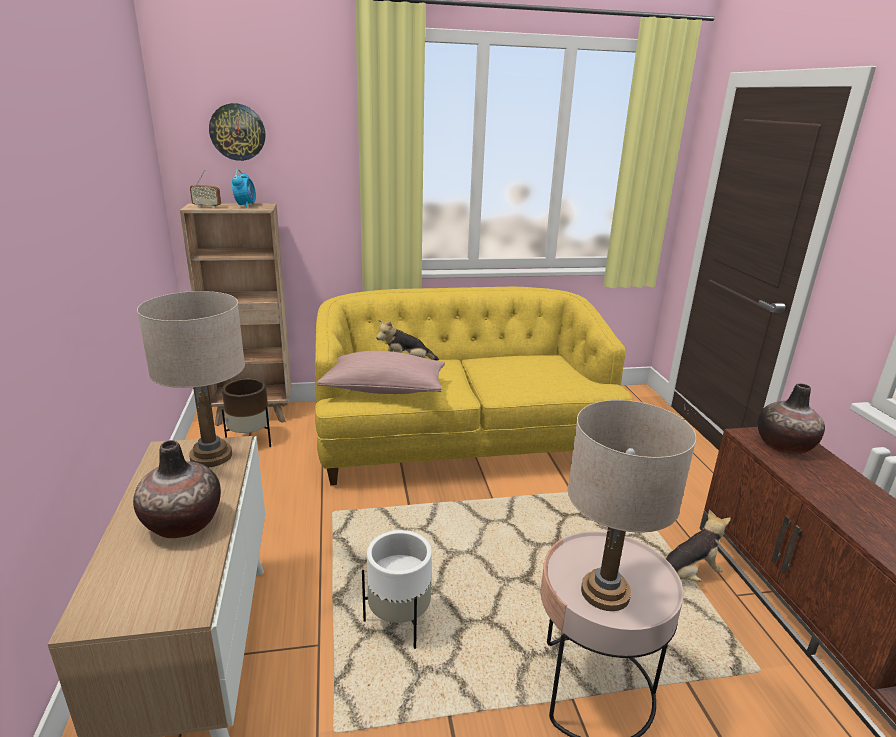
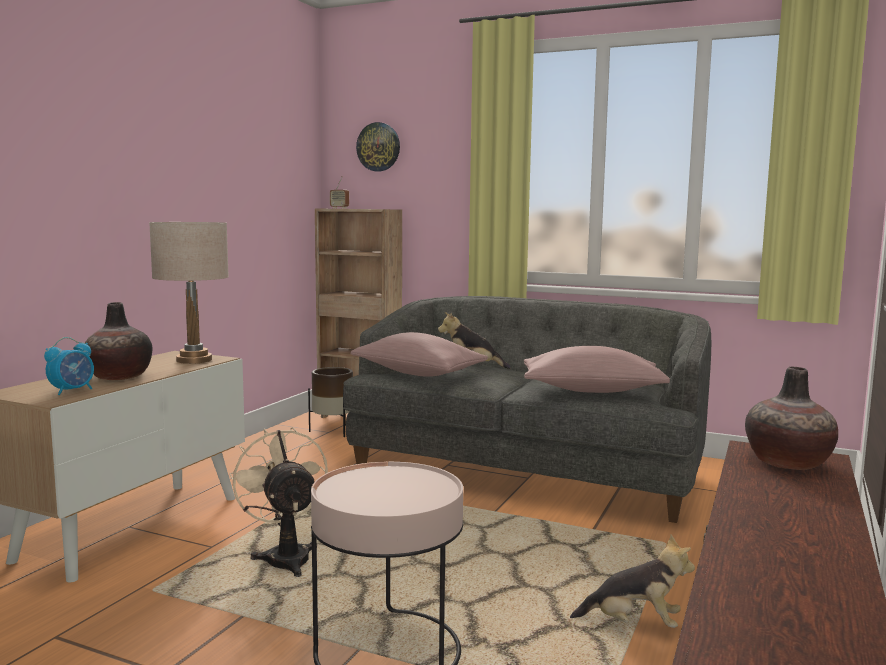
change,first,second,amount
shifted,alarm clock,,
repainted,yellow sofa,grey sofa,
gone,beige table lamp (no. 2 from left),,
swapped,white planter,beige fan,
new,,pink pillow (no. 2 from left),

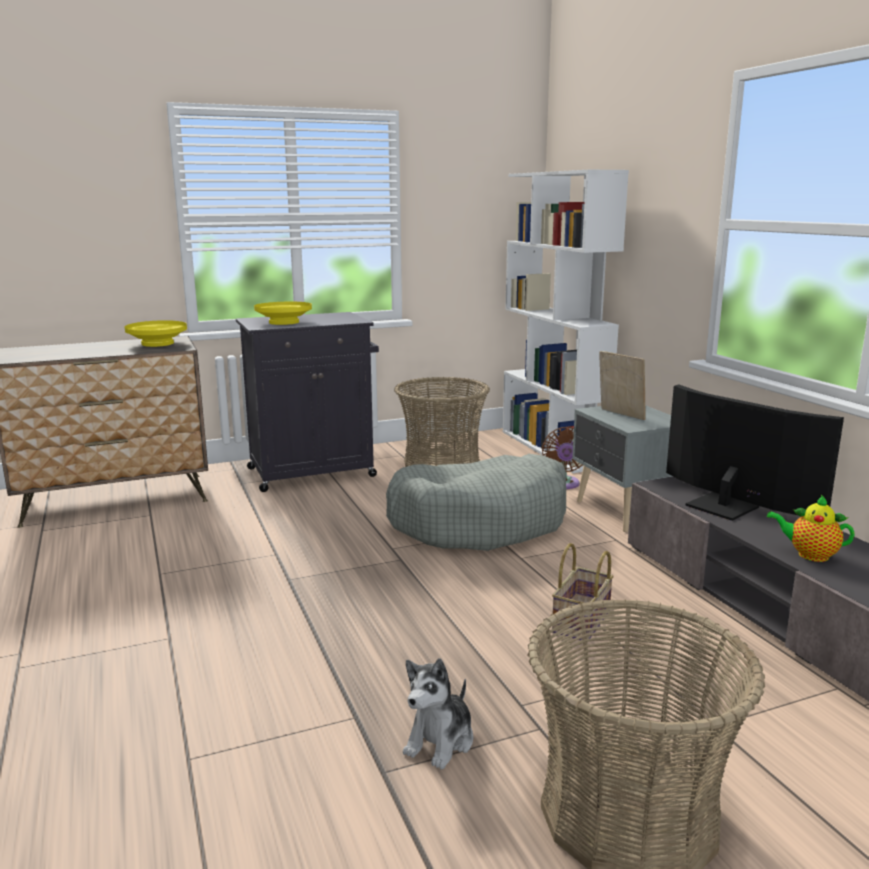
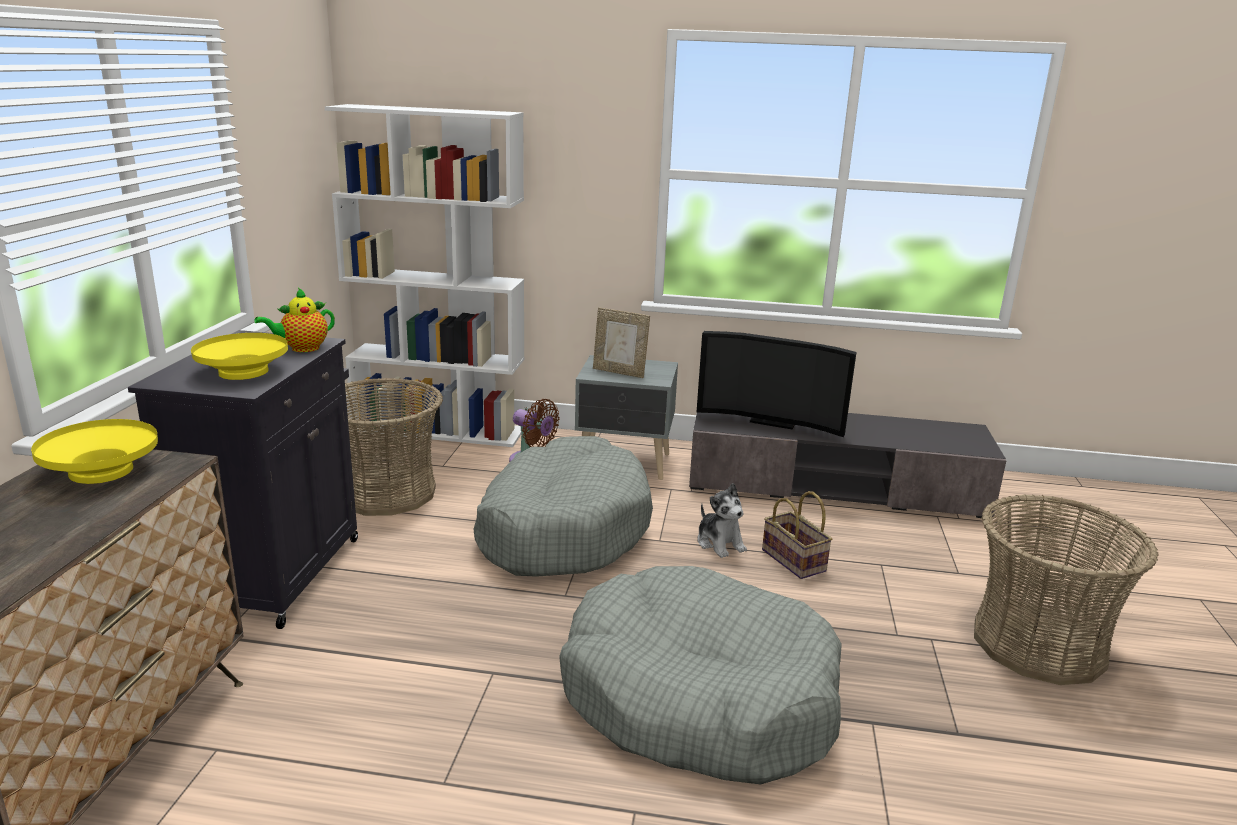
change,first,second,amount
rotated,picture frame,,150 degrees counterclockwise
rotated,television,,150 degrees counterclockwise
shifted,teapot,,
shifted,plush toy,,
new,,grey dog bed (no. 2 from left),

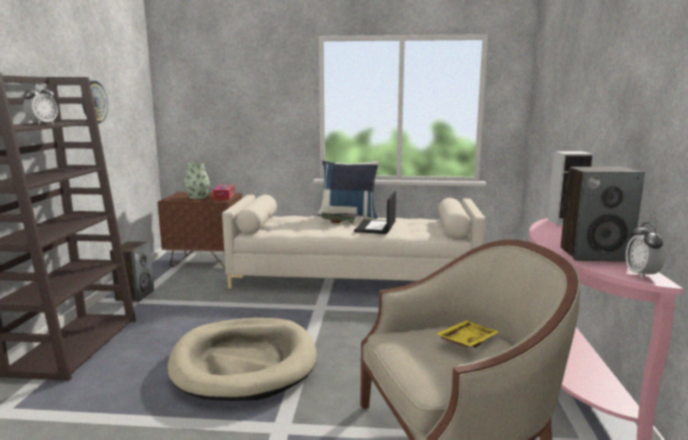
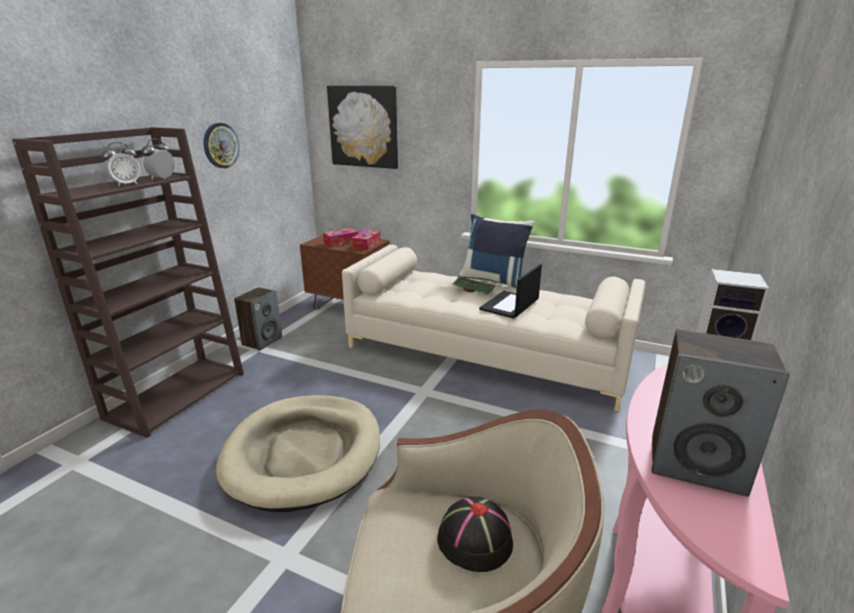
change,first,second,amount
swapped,vase,tissue box (no. 1 from left),
shifted,alarm clock (no. 2 from left),,
swapped,yellow tray,black hat,
new,,picture,

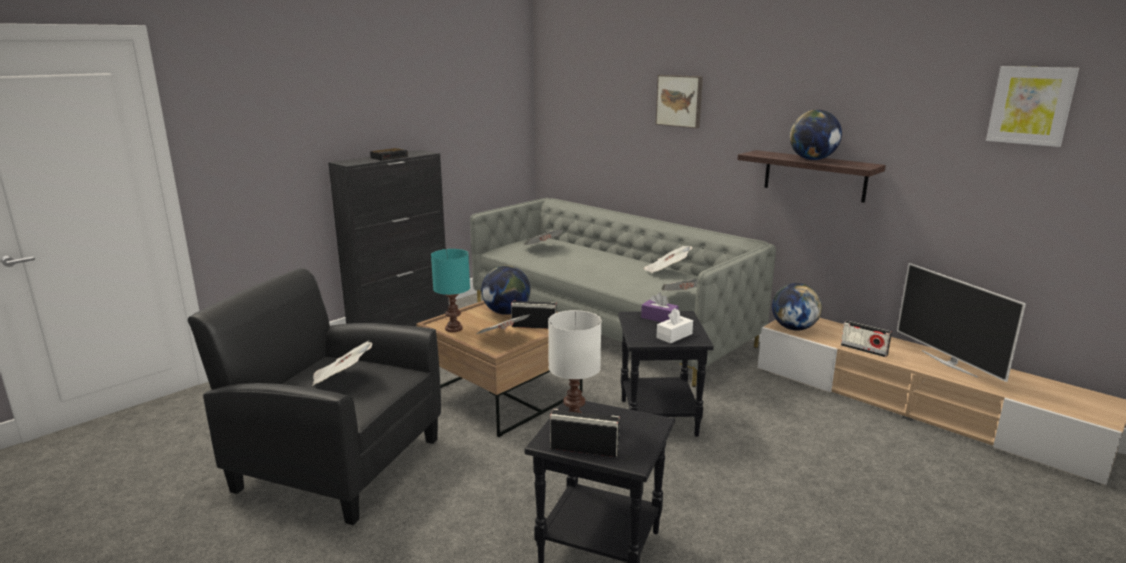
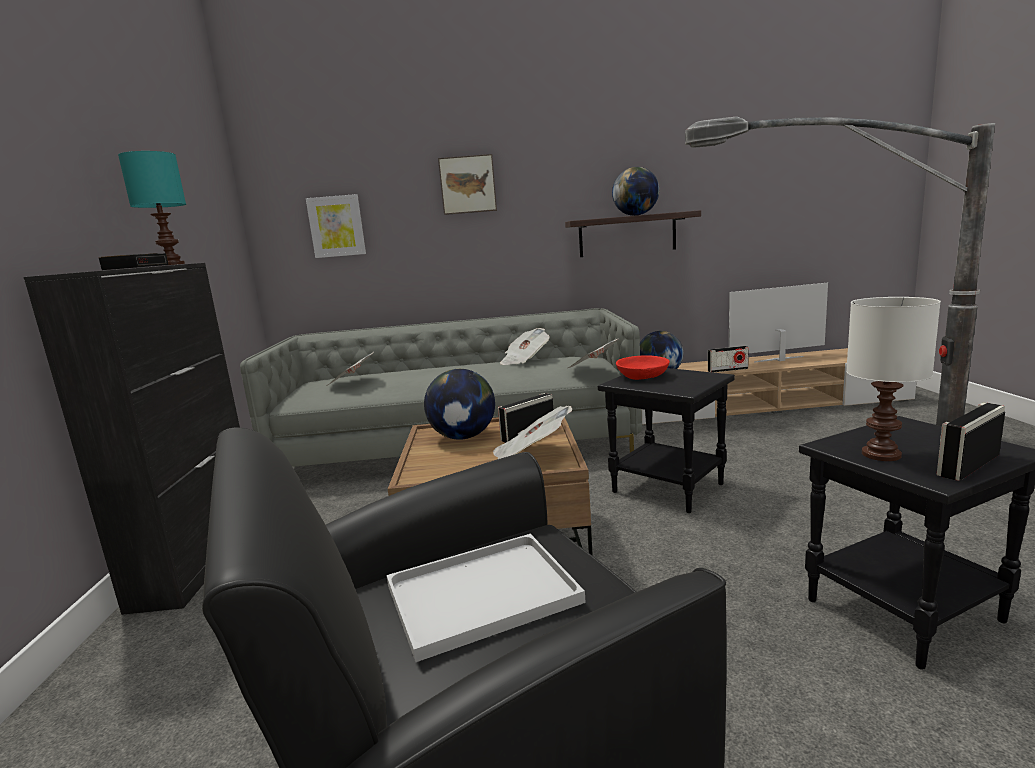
change,first,second,amount
shifted,picture (no. 2 from left in the first image),picture (no. 1 from left),
shifted,turquoise table lamp,,
rotated,television,,150 degrees clockwise
swapped,purple tissue box,red bowl,
gone,white tissue box,,
swapped,newspaper (no. 1 from left),white tray,
new,,floor lamp,

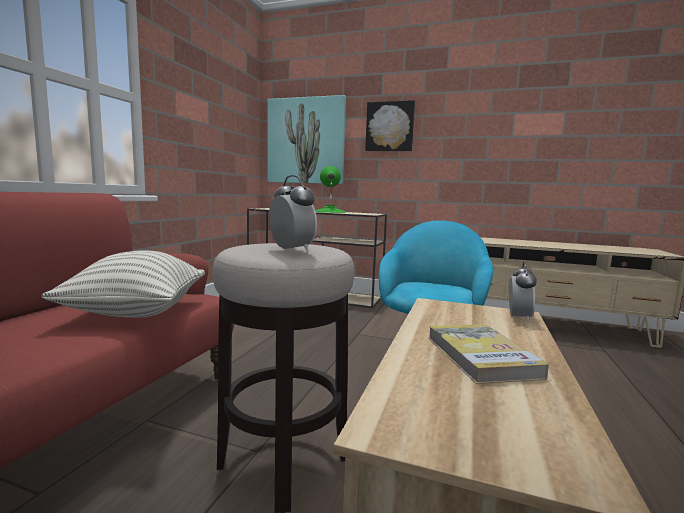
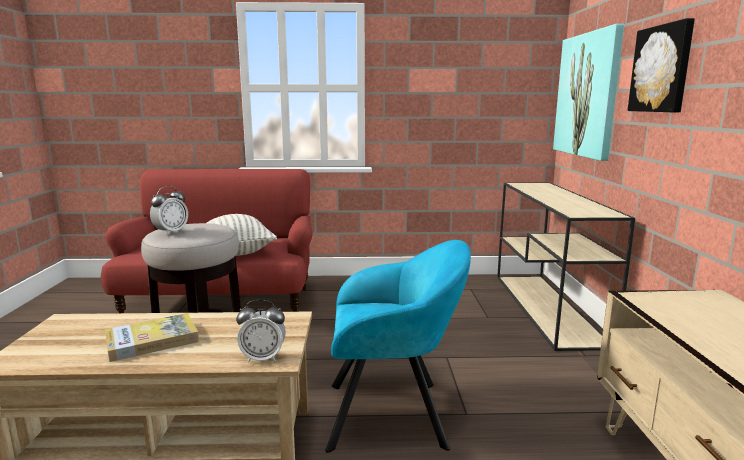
change,first,second,amount
gone,green table lamp,,

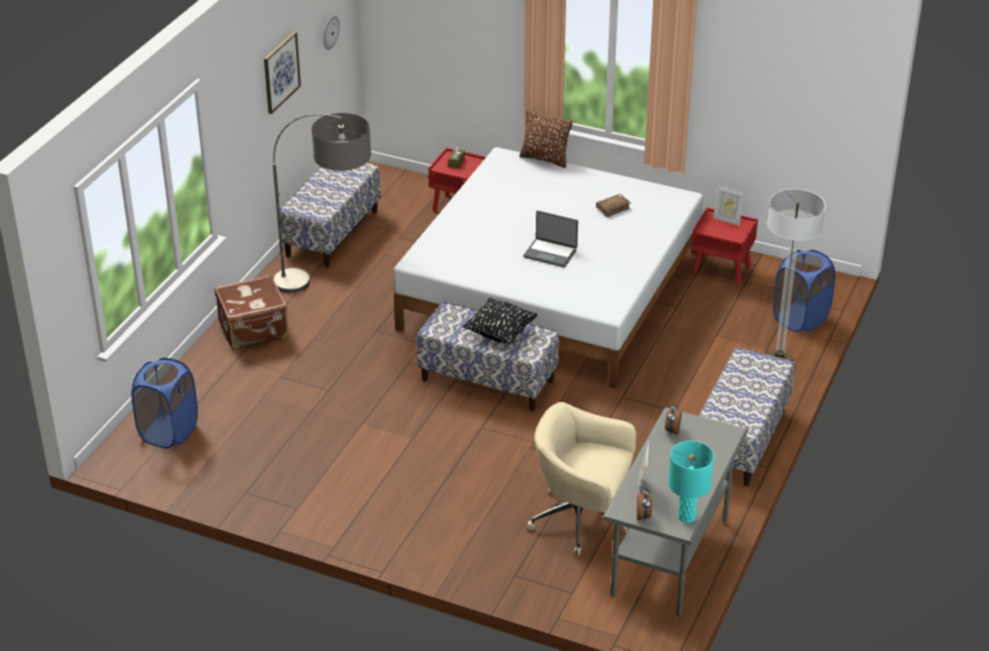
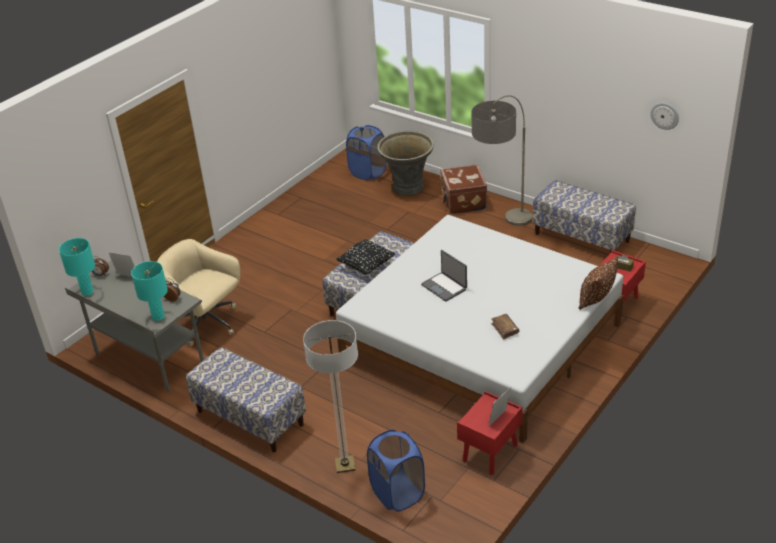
change,first,second,amount
gone,picture,,
rotated,laptop,,75 degrees counterclockwise
rotated,beige office chair,,90 degrees counterclockwise
new,,grey planter,
new,,turquoise table lamp (no. 2 from left),

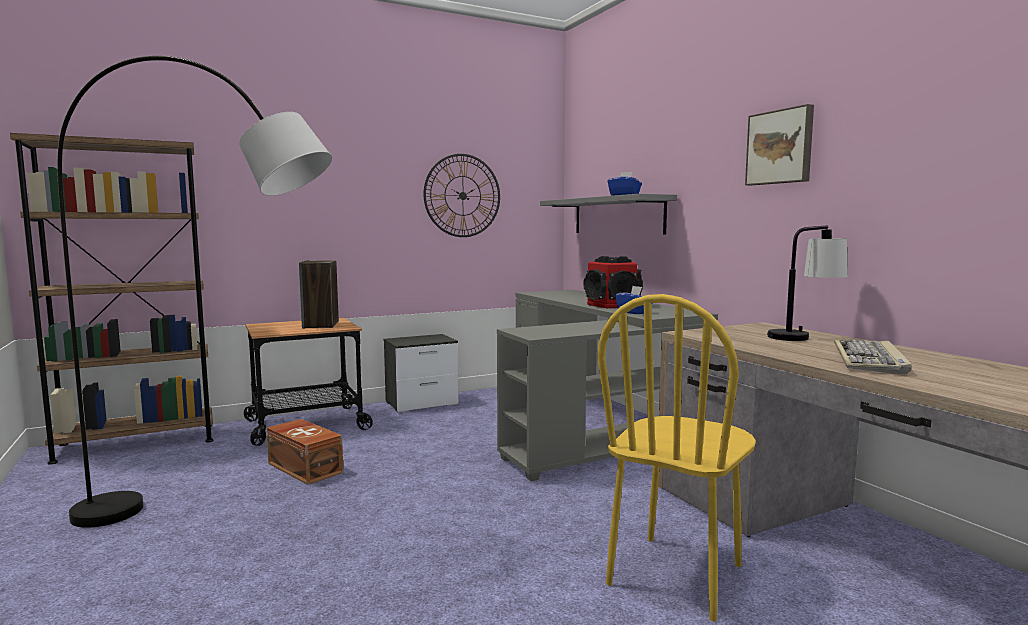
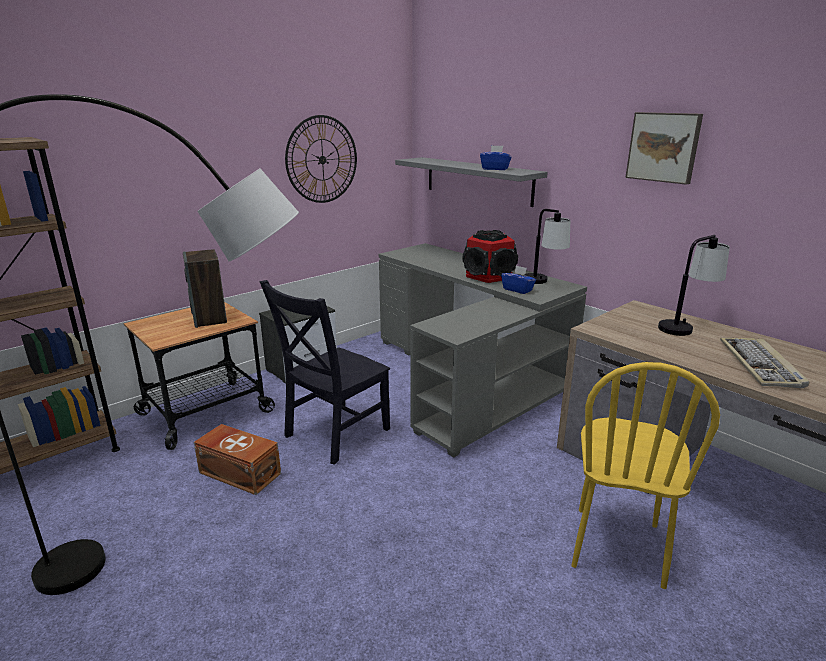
change,first,second,amount
new,,table lamp (no. 1 from left),
new,,black chair,

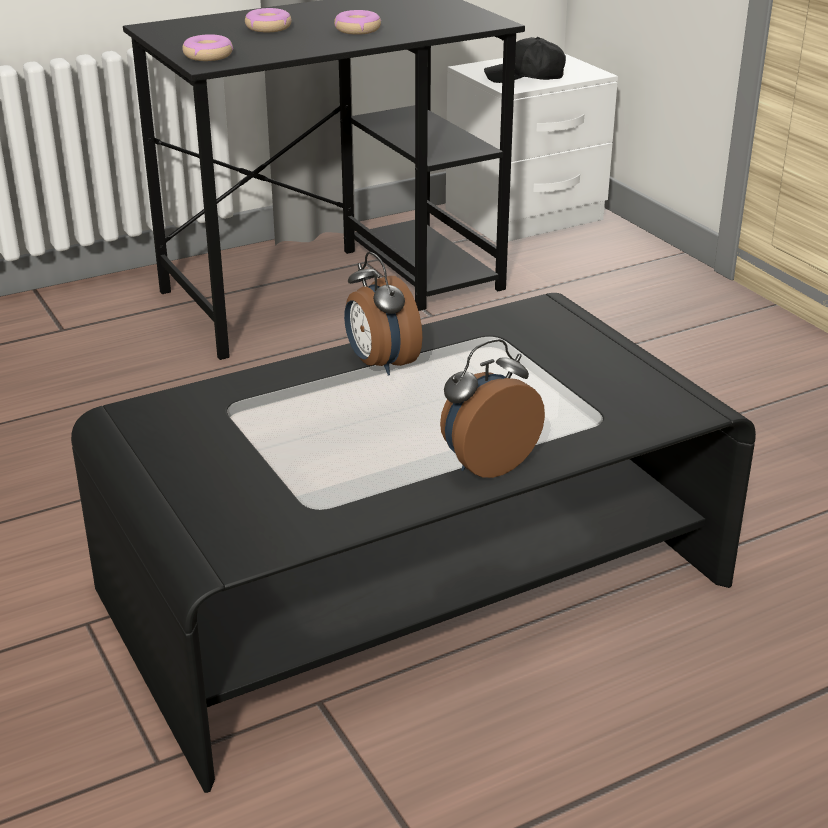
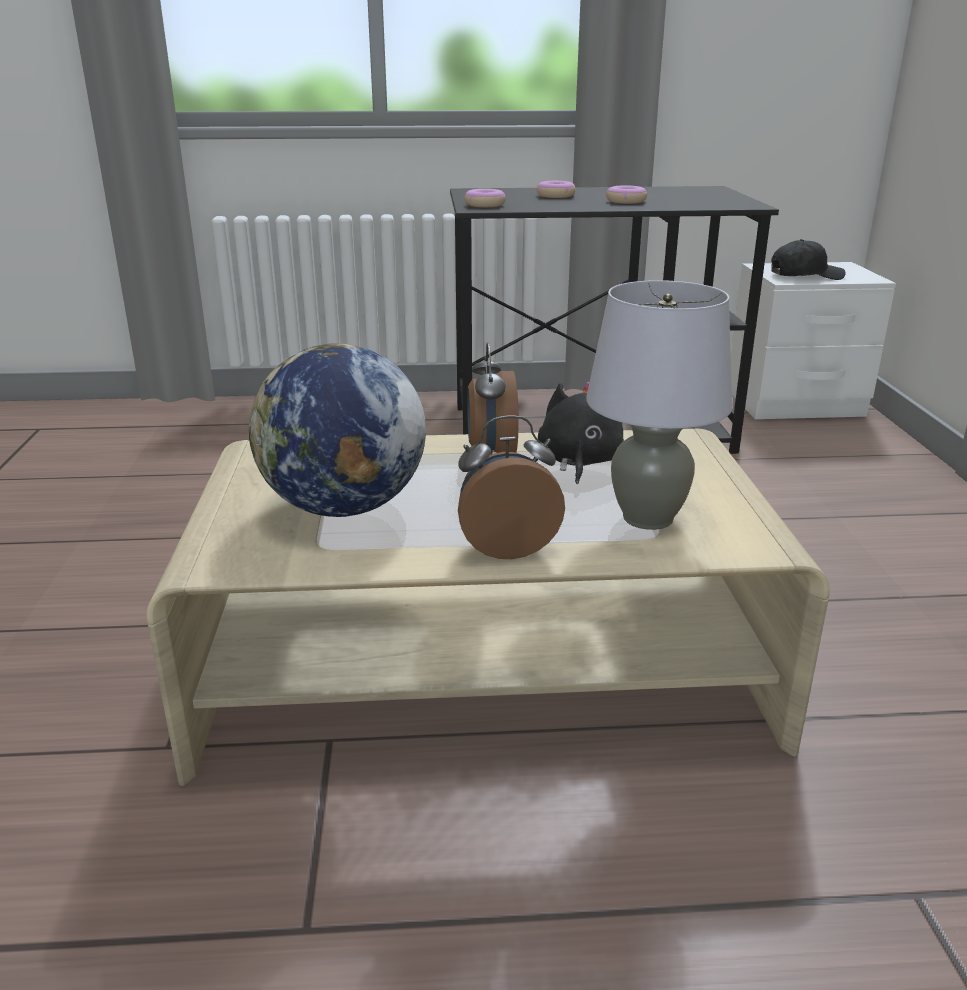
change,first,second,amount
rotated,black cap,,150 degrees clockwise
repainted,black coffee table,beige coffee table,
new,,grey table lamp,
new,,globe,
new,,black plush toy,

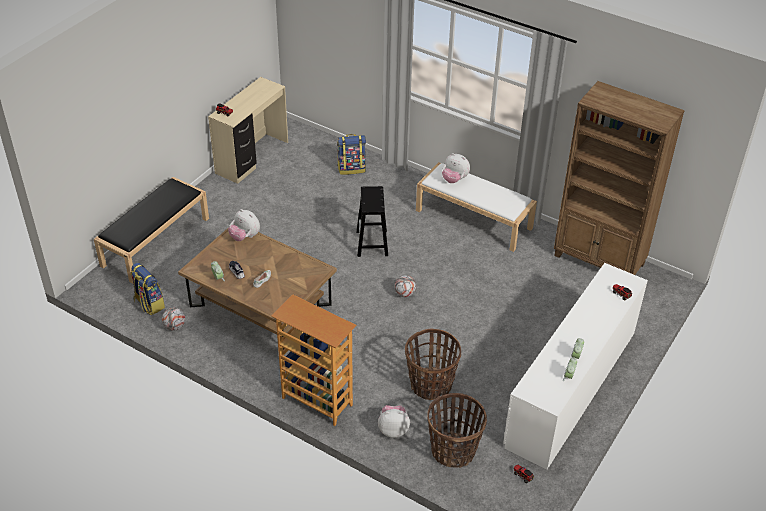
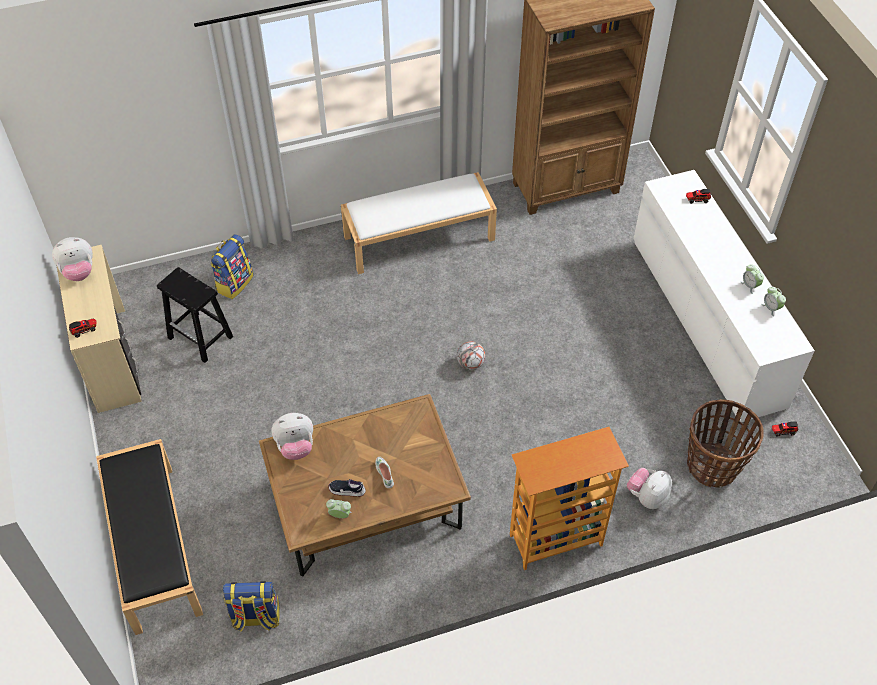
change,first,second,amount
shifted,plush toy (no. 3 from left in the first image),plush toy (no. 1 from left),
shifted,black stool,,
gone,football (no. 1 from left),,
gone,basket (no. 1 from left),,

